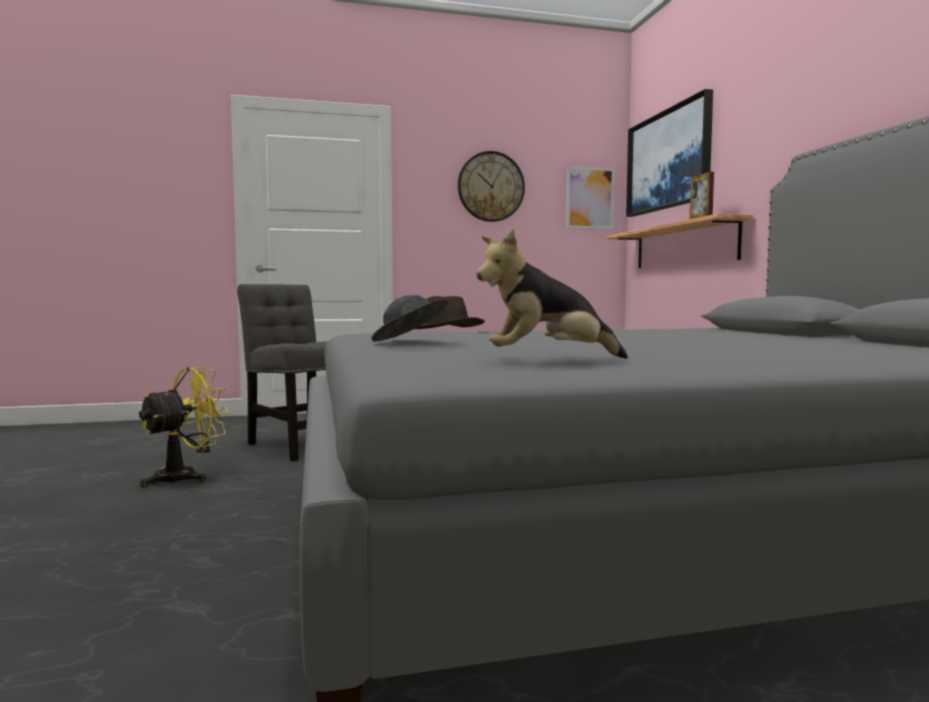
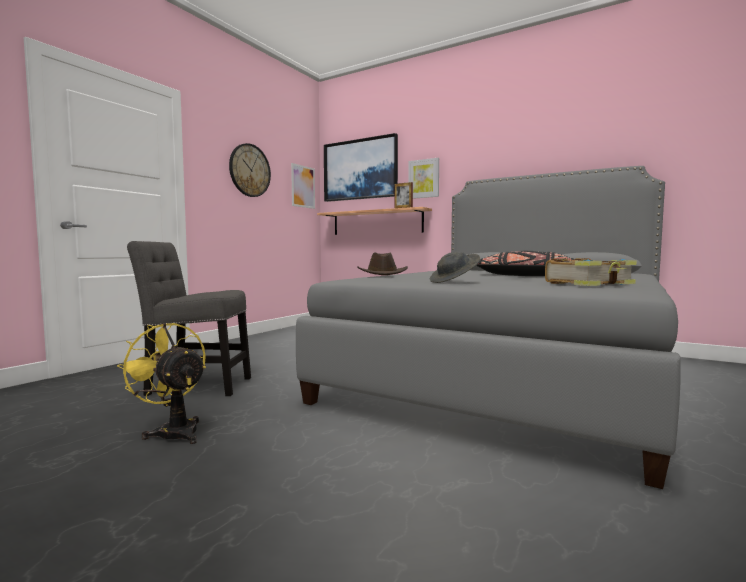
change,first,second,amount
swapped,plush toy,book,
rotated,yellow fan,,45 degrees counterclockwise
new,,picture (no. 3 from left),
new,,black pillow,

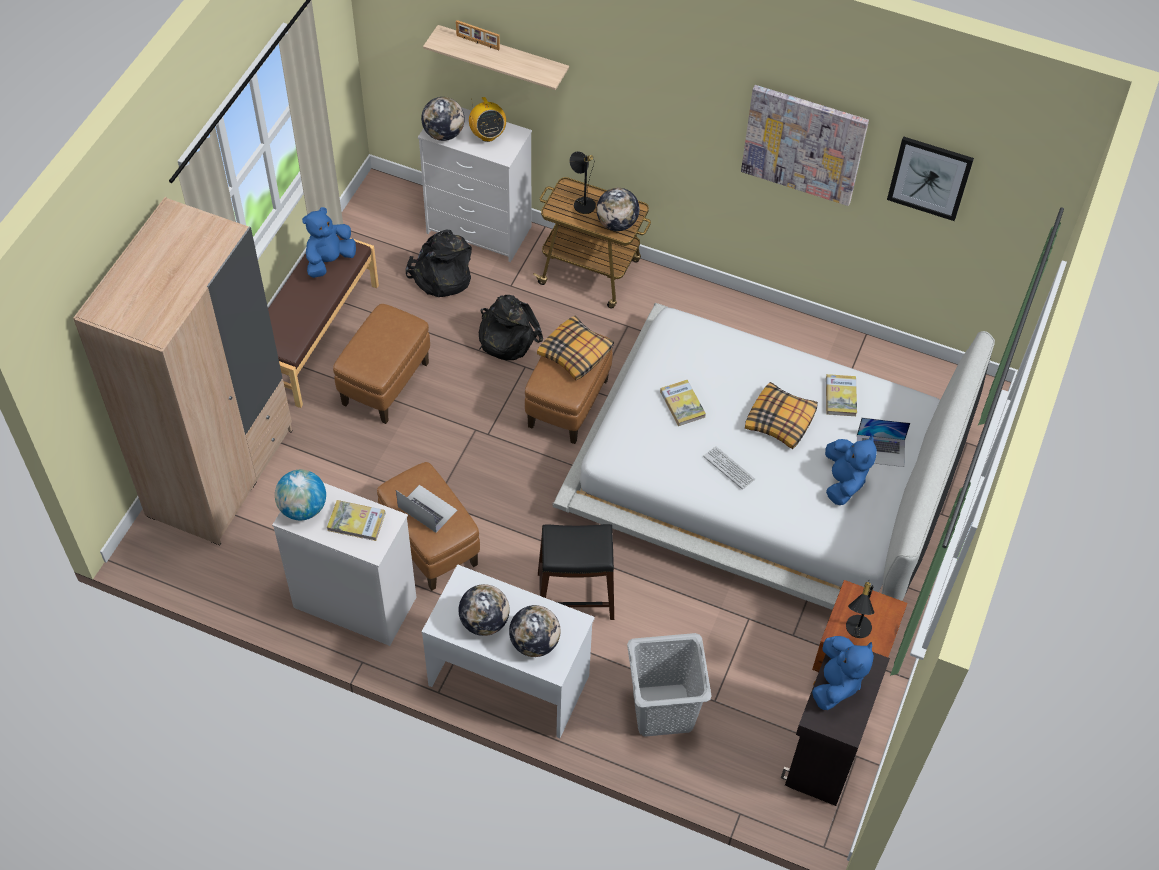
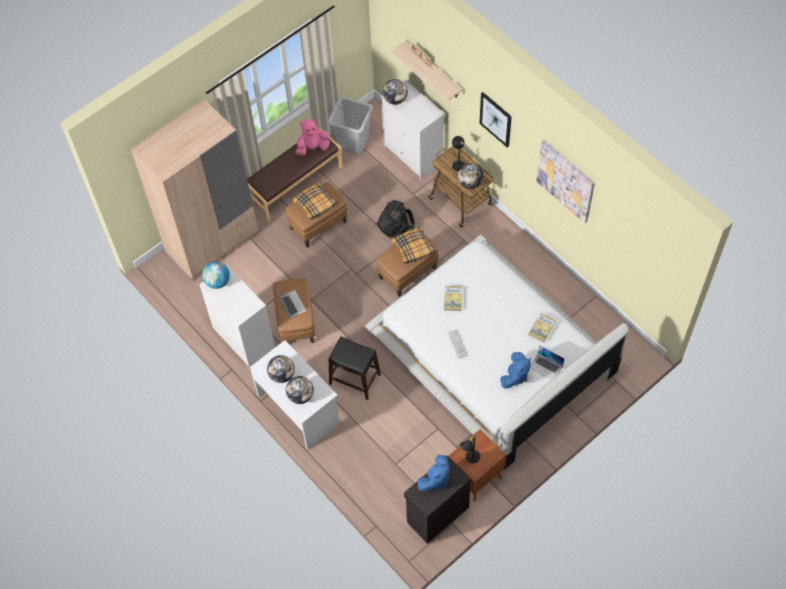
change,first,second,amount
gone,radio,,
shifted,picture (no. 2 from left in the first image),picture (no. 1 from left),
repainted,blue plush toy (no. 1 from left),pink plush toy,
gone,black backpack (no. 1 from left),,
shifted,pillow (no. 2 from left in the first image),pillow (no. 1 from left),
gone,book (no. 1 from left),,
shifted,grey laundry basket,,

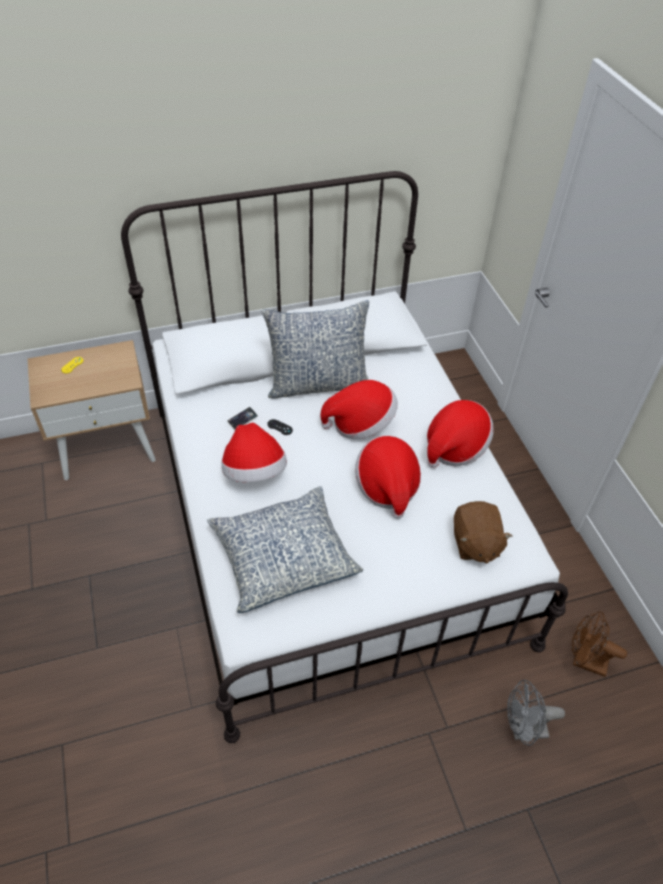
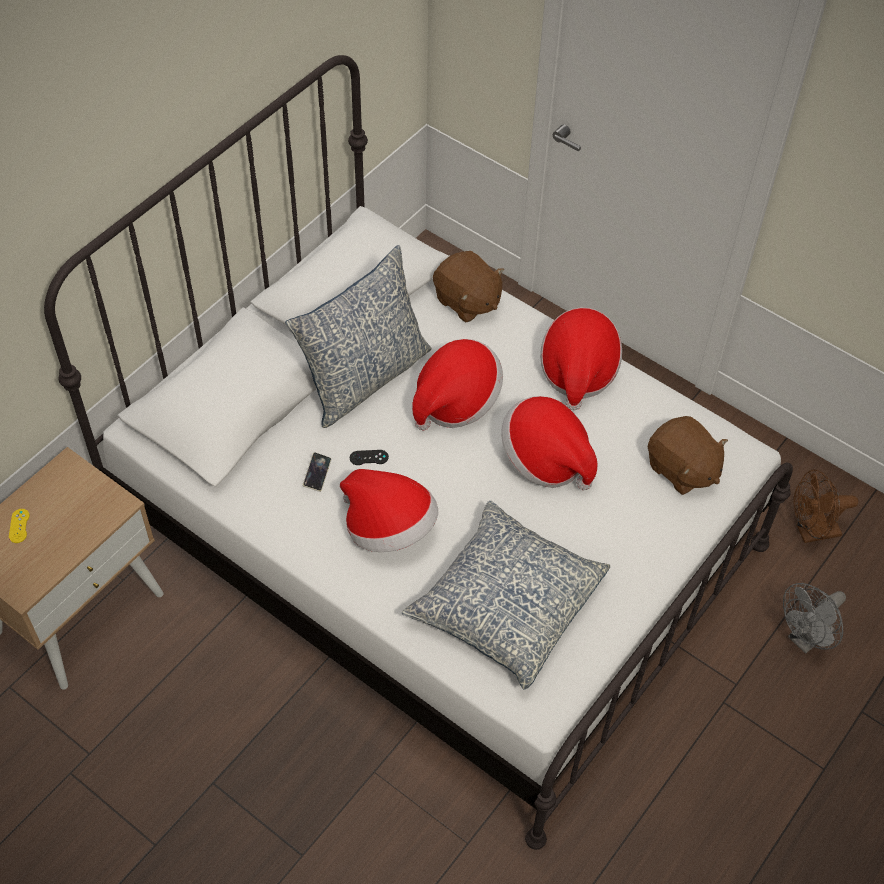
change,first,second,amount
new,,brown plush toy (no. 1 from left),

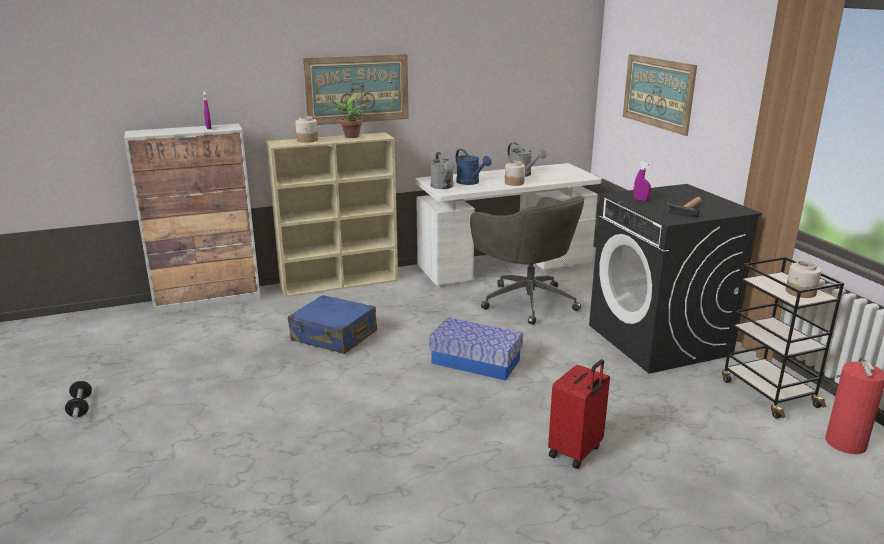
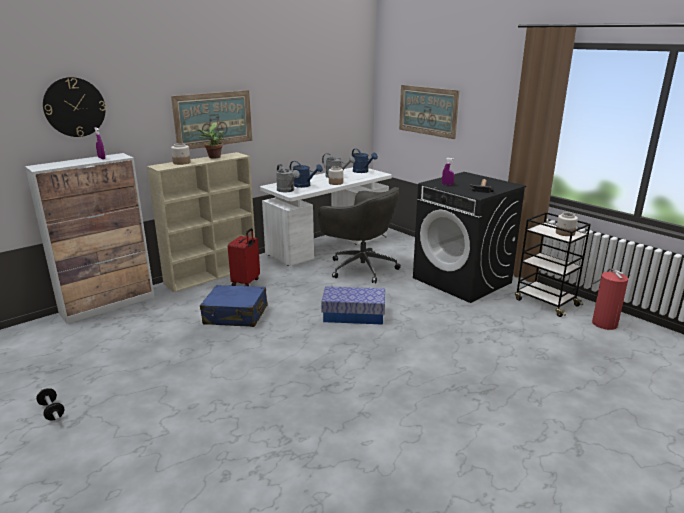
change,first,second,amount
shifted,red suitcase,,
new,,wall clock,
new,,blue watering can (no. 2 from left),

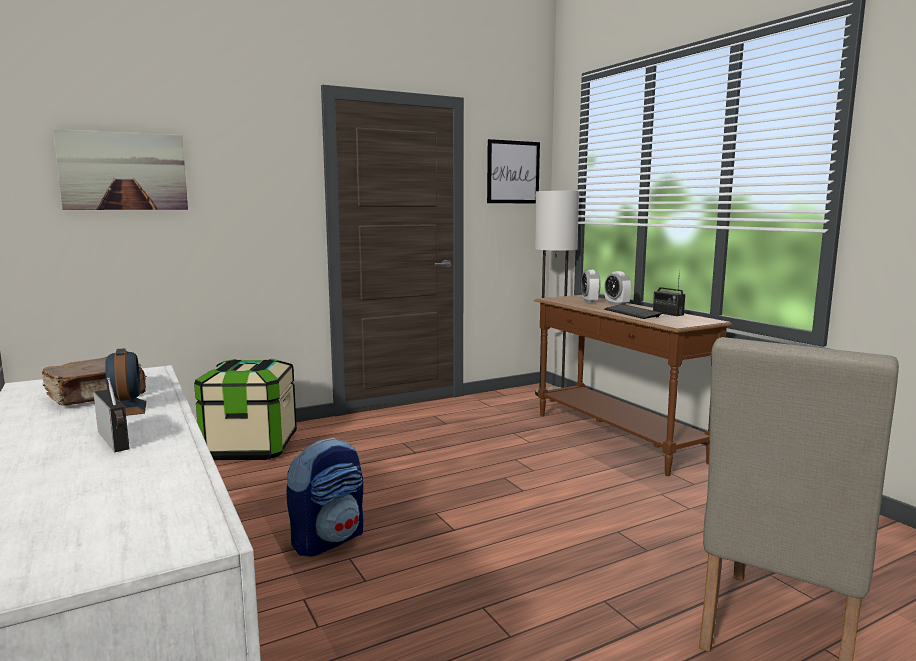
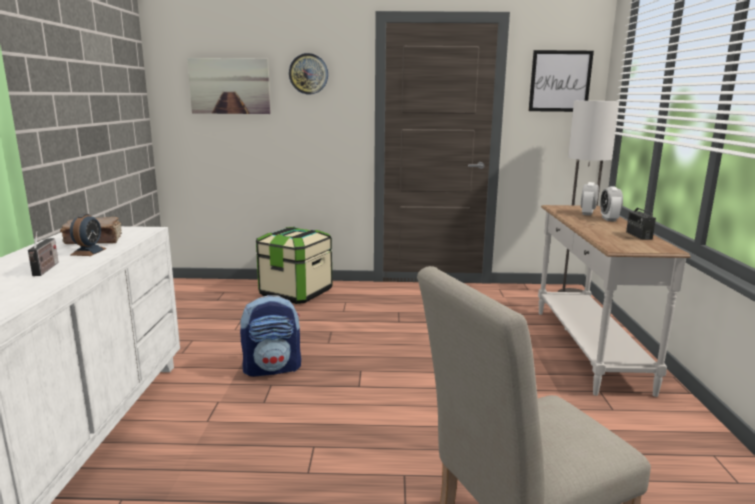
change,first,second,amount
repainted,brown console table,white console table,
gone,keyboard,,
new,,wall clock,

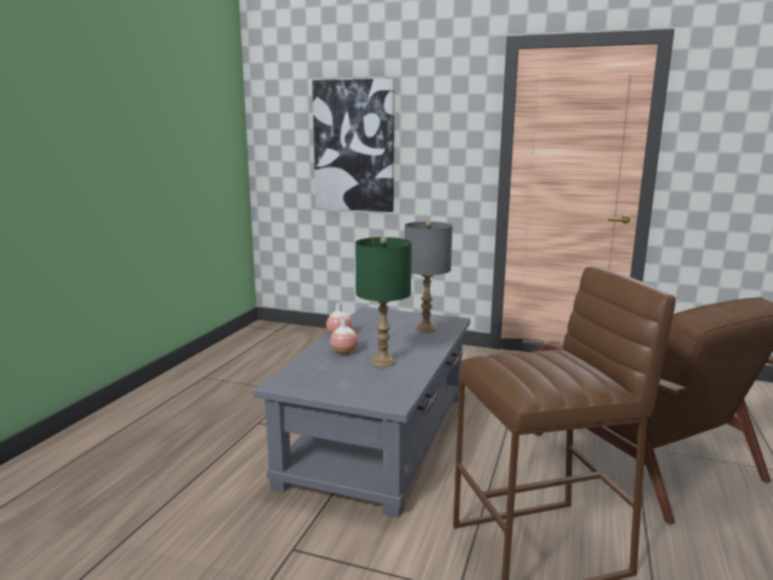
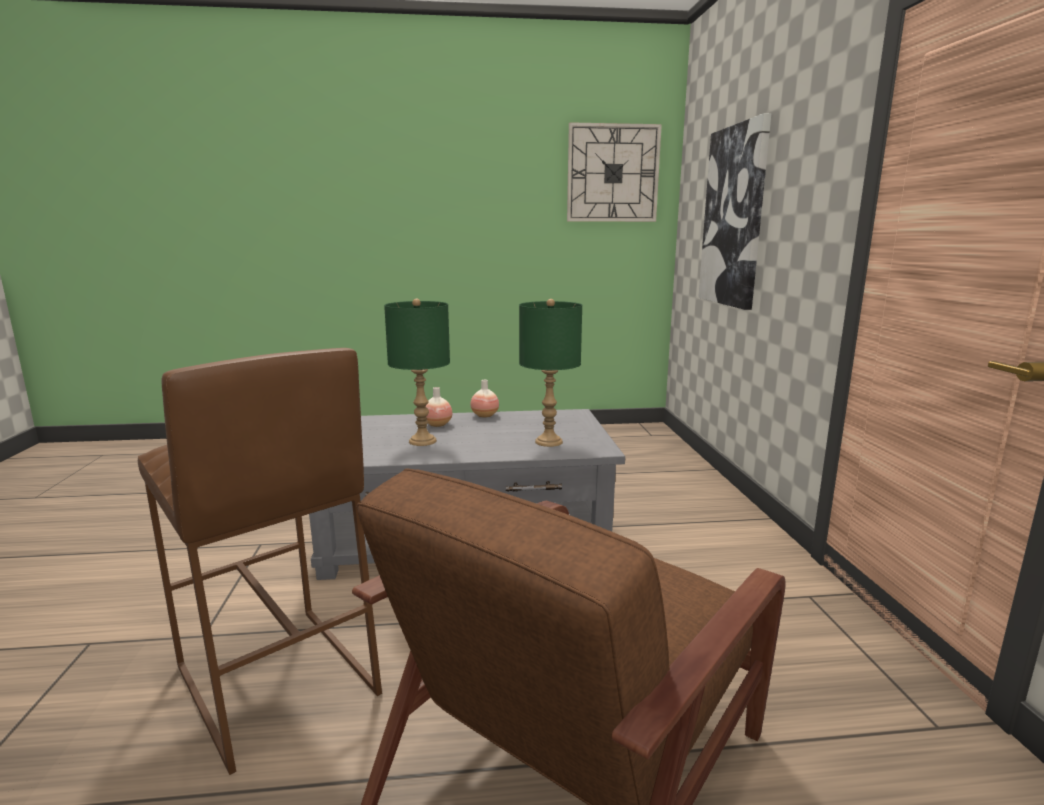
change,first,second,amount
repainted,grey table lamp,green table lamp (no. 2 from left),
new,,wall clock,

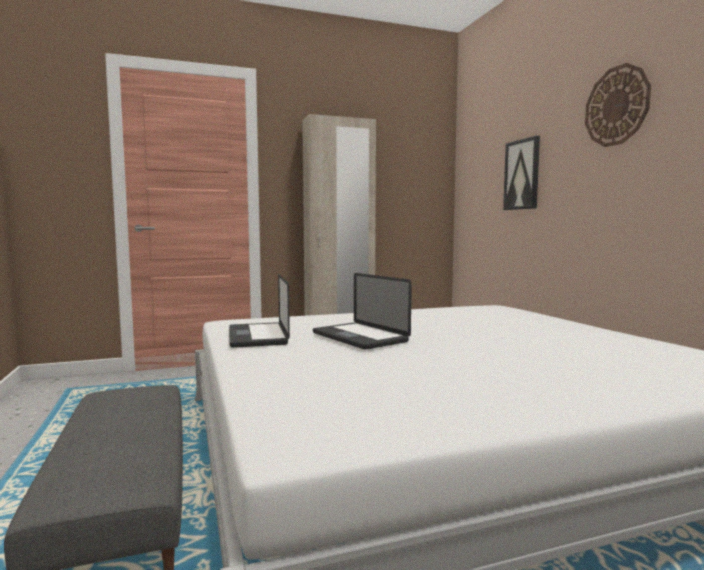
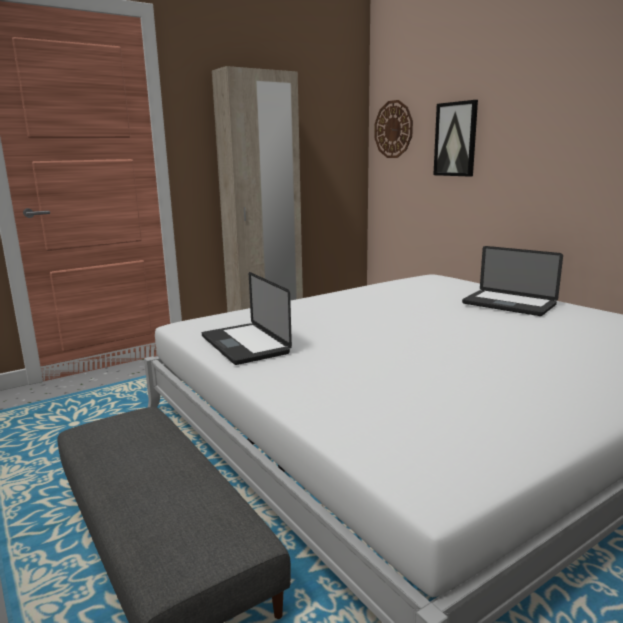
change,first,second,amount
shifted,wall clock,,
shifted,laptop (no. 2 from left),,

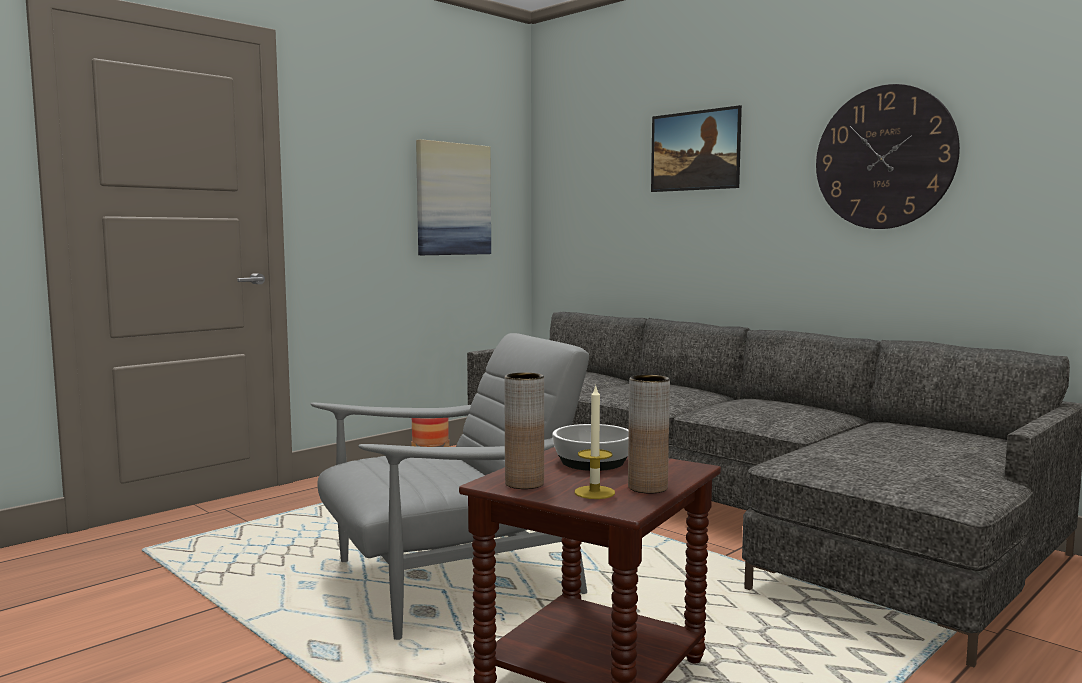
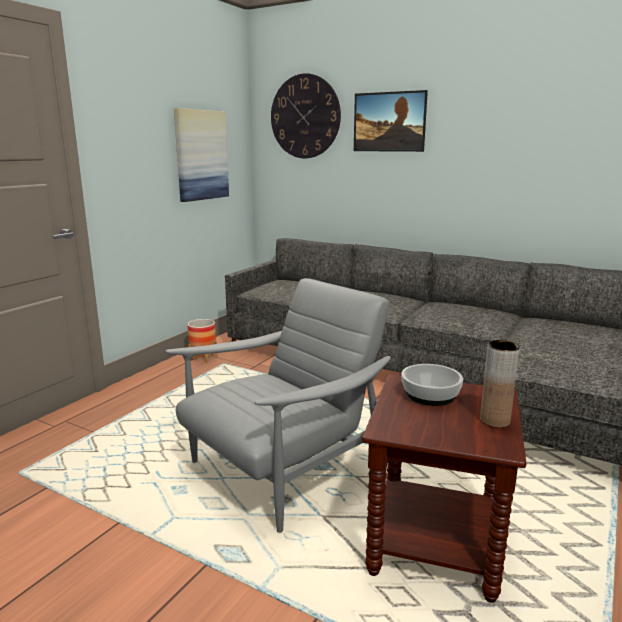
change,first,second,amount
shifted,wall clock,,
gone,brown vase (no. 1 from left),,
gone,candle,,

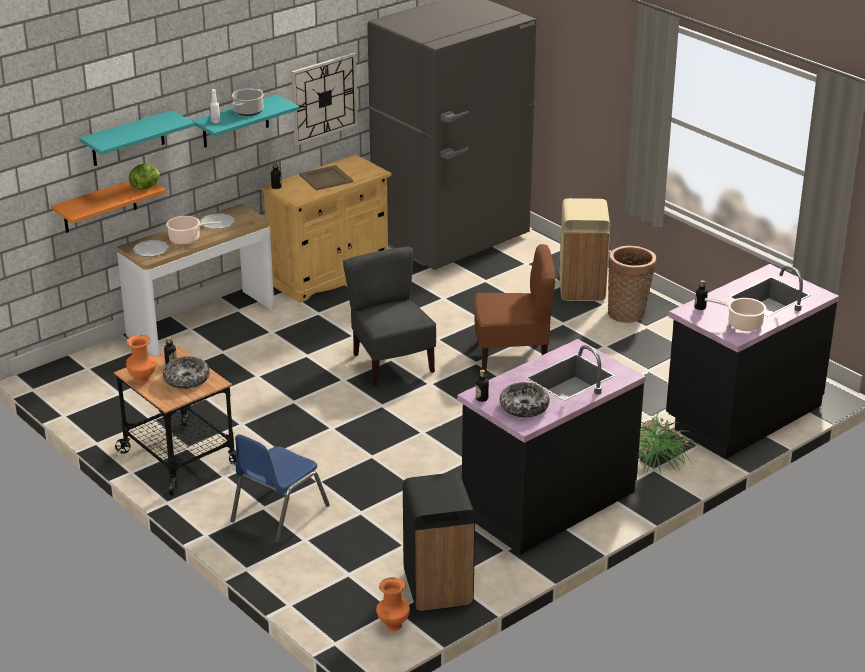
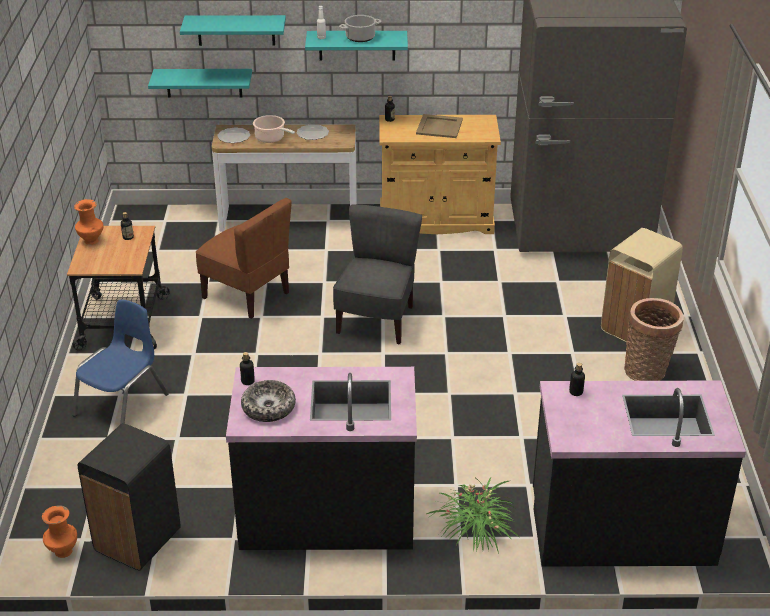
change,first,second,amount
gone,wall clock,,
gone,lettuce,,
repainted,orange shelf,turquoise shelf (no. 1 from left),
shifted,brown chair,,
gone,cooking pot (no. 3 from left),,
gone,bowl (no. 1 from left),,
rotated,blue chair,,135 degrees clockwise

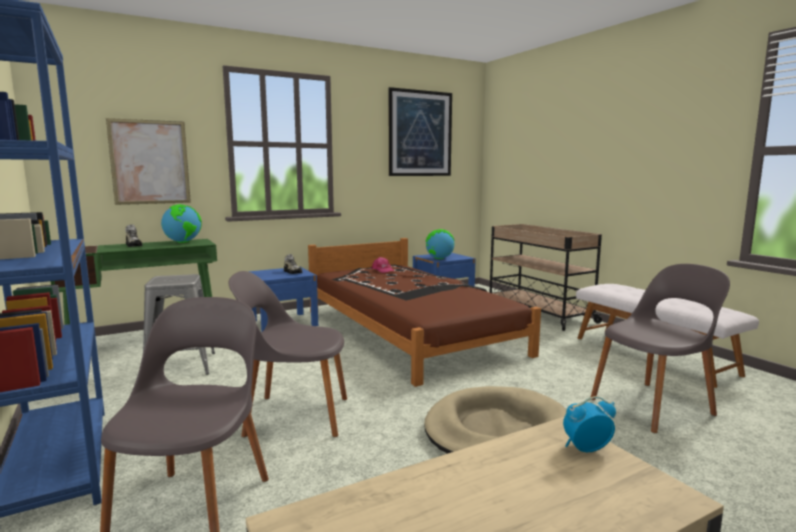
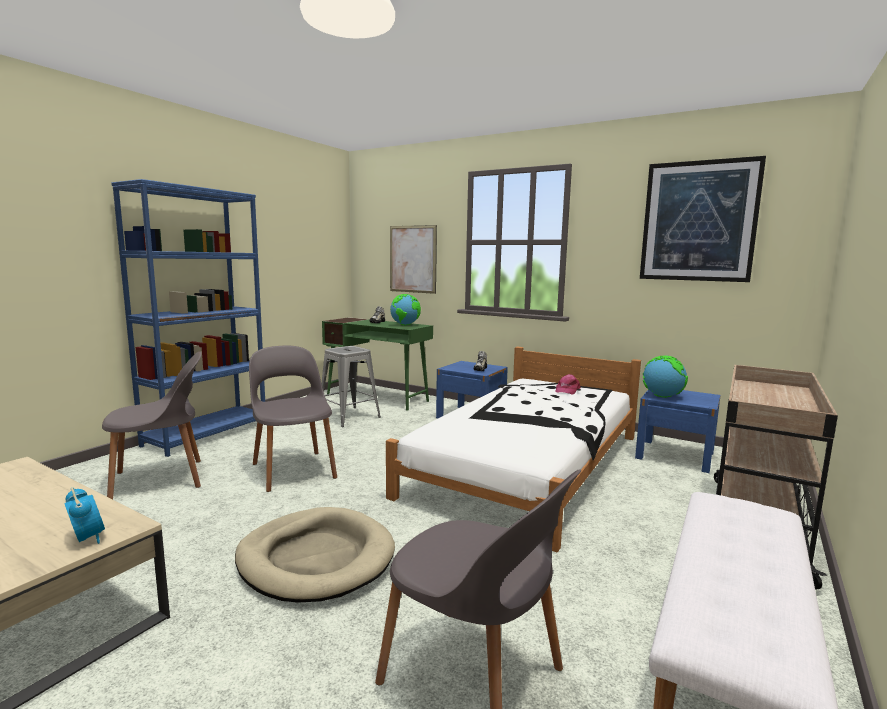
change,first,second,amount
repainted,brown bed,white bed,

